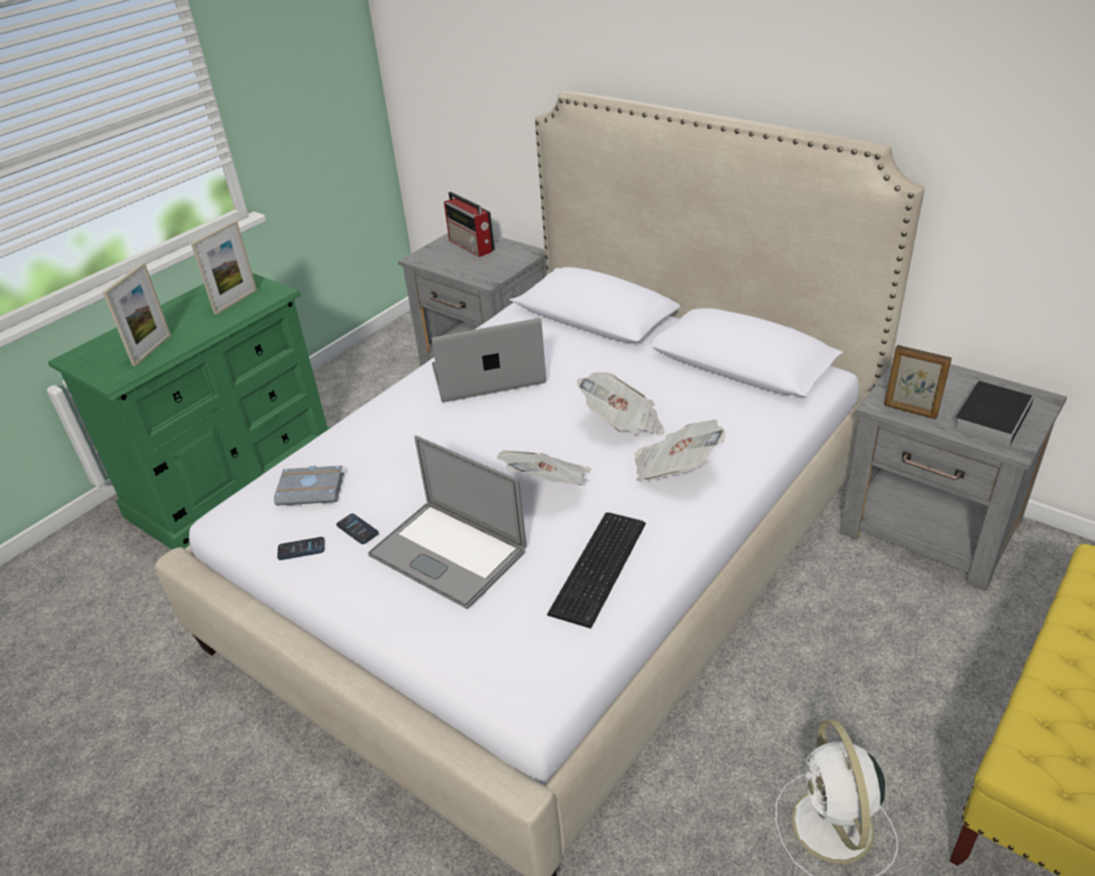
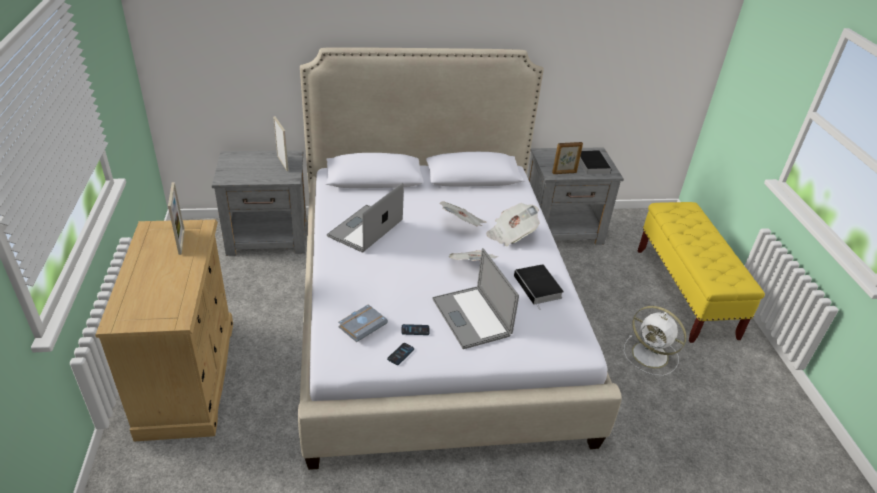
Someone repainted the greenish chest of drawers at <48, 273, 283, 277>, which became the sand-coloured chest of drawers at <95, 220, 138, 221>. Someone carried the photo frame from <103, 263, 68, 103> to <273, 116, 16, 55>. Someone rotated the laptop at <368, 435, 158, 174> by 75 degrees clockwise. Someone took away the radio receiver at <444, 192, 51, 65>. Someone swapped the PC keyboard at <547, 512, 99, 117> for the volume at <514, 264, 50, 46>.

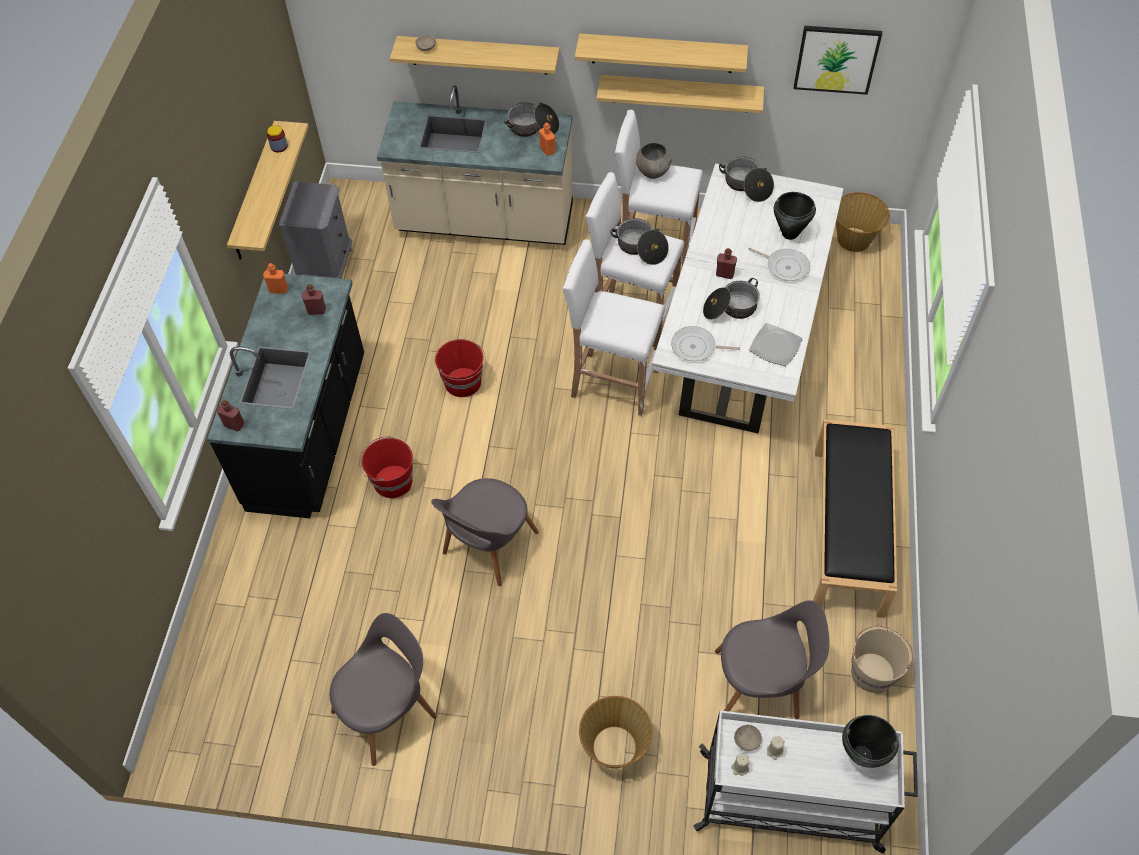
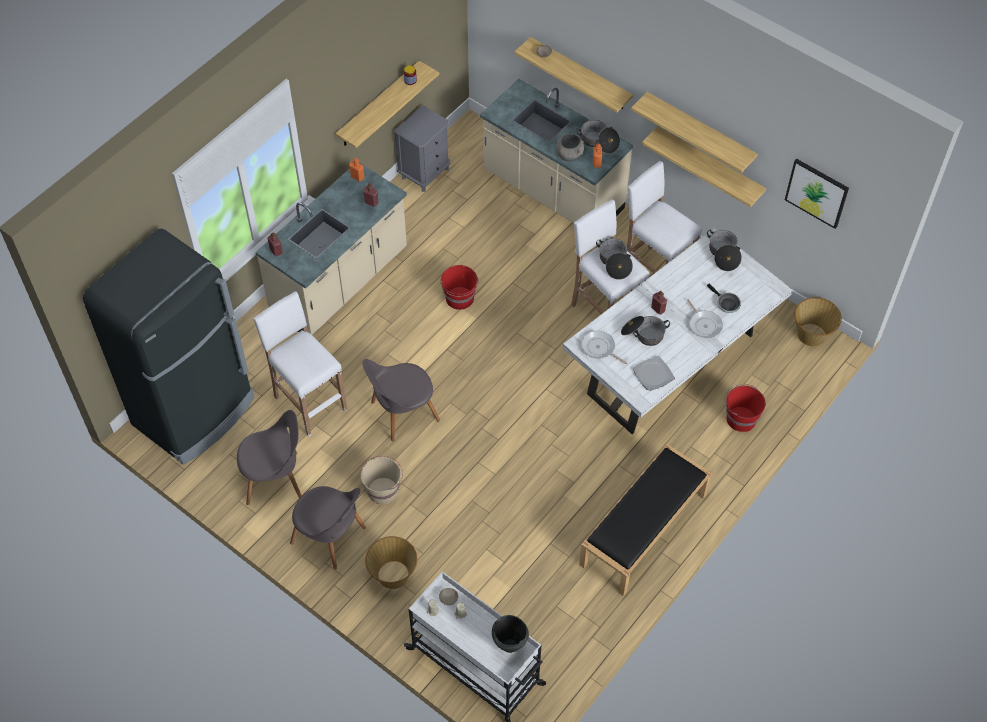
Someone repainted the blackish kitchen base unit at <207, 274, 157, 244>, which became the sand-coloured kitchen base unit at <256, 162, 151, 173>. Someone carried the reddish bucket from <359, 437, 54, 61> to <724, 384, 42, 48>. Someone carried the whitish stool seat from <563, 239, 102, 178> to <253, 291, 94, 146>. Someone carried the gray serving bowl from <637, 142, 36, 37> to <556, 134, 28, 28>. Someone carried the gray plain chair from <715, 601, 114, 118> to <290, 486, 76, 84>. Someone swapped the blackish cooking pot at <774, 192, 42, 48> for the skillet at <707, 284, 34, 29>. Someone carried the sand-coloured bucket from <851, 626, 62, 67> to <361, 456, 42, 48>. Someone put down the blackish kitchen fridge at <83, 229, 171, 236>.

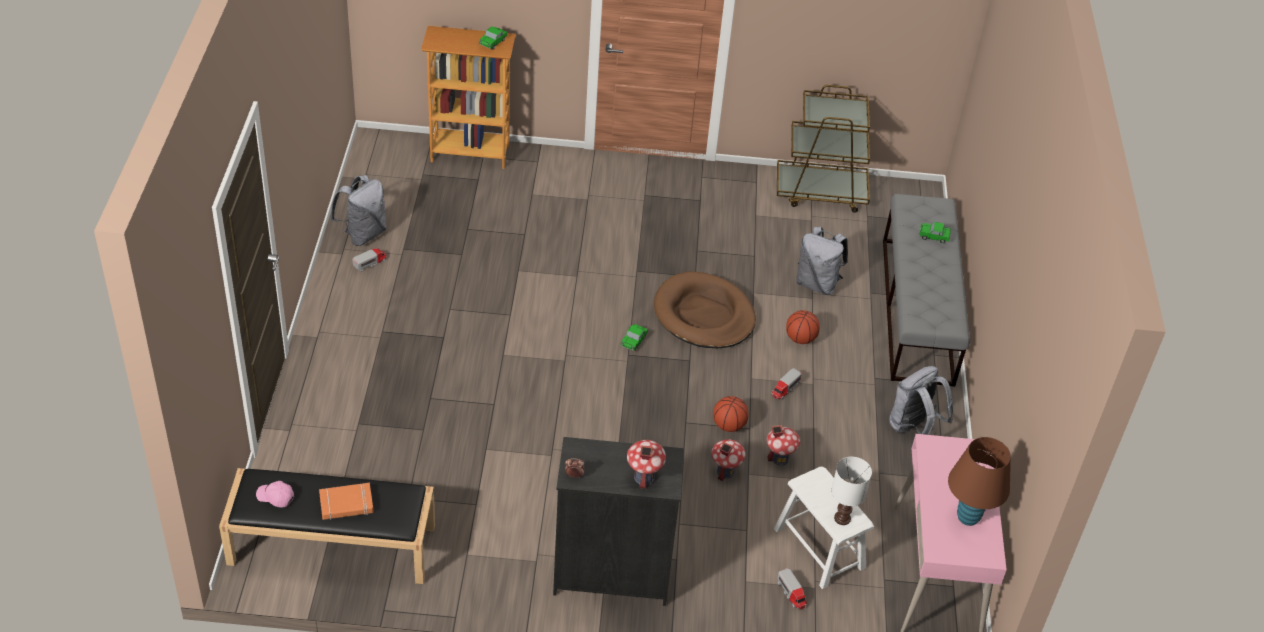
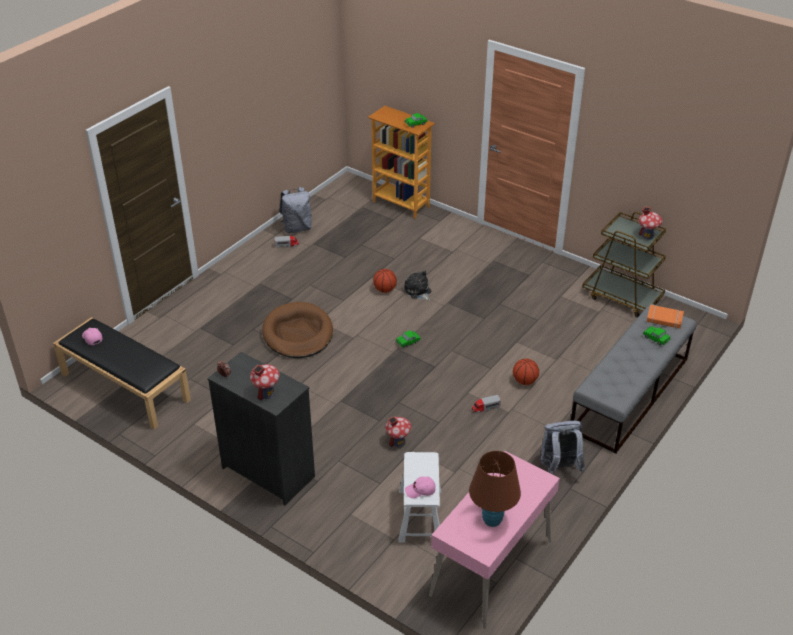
Someone carried the orangey volume from <319, 483, 55, 37> to <647, 305, 37, 24>. Someone carried the brown pet bed from <654, 272, 102, 76> to <262, 302, 71, 56>. Someone carried the basketball ball from <713, 396, 36, 36> to <373, 269, 24, 24>. Someone carried the miniature house from <767, 425, 33, 41> to <639, 207, 24, 33>. Someone took away the model truck at <777, 568, 30, 42>. Someone took away the gray knapsack at <796, 227, 52, 68>. Someone swapped the whitish tabletop lamp at <831, 457, 41, 68> for the pink-coloured baseball cap at <405, 476, 31, 23>. Someone put down the cuddly toy at <404, 270, 27, 31>.

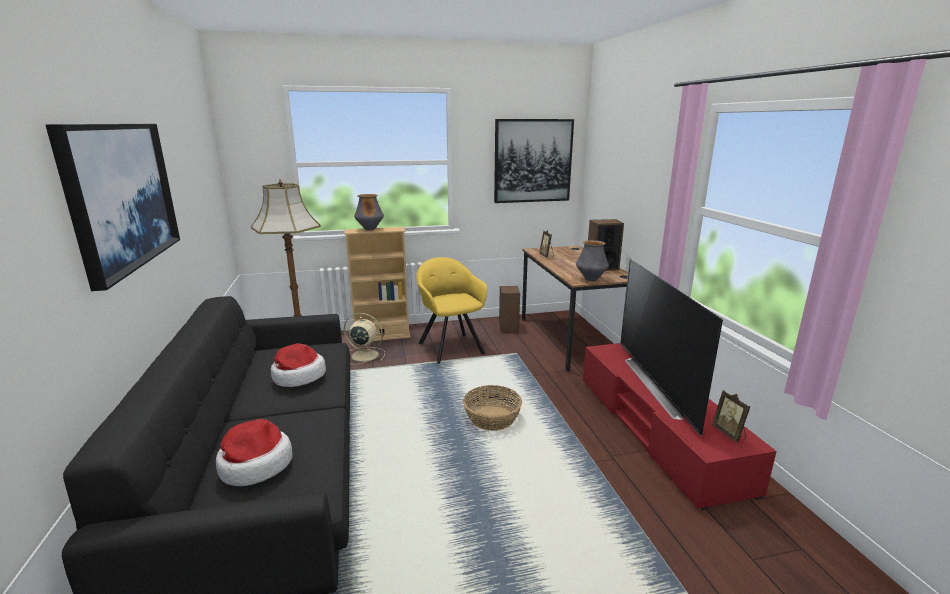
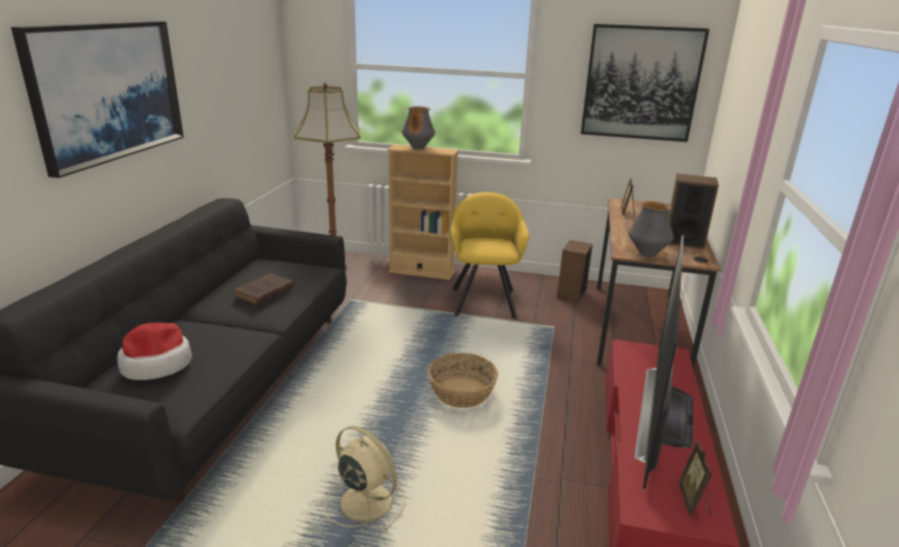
Someone swapped the hat at <271, 343, 55, 44> for the brown volume at <233, 273, 61, 32>. Someone carried the sand-coloured electric fan from <344, 313, 41, 51> to <324, 426, 82, 105>.

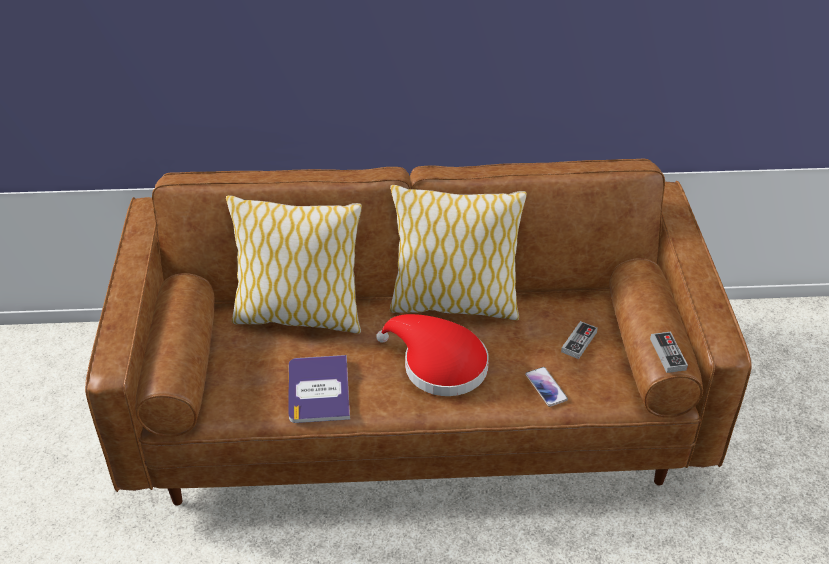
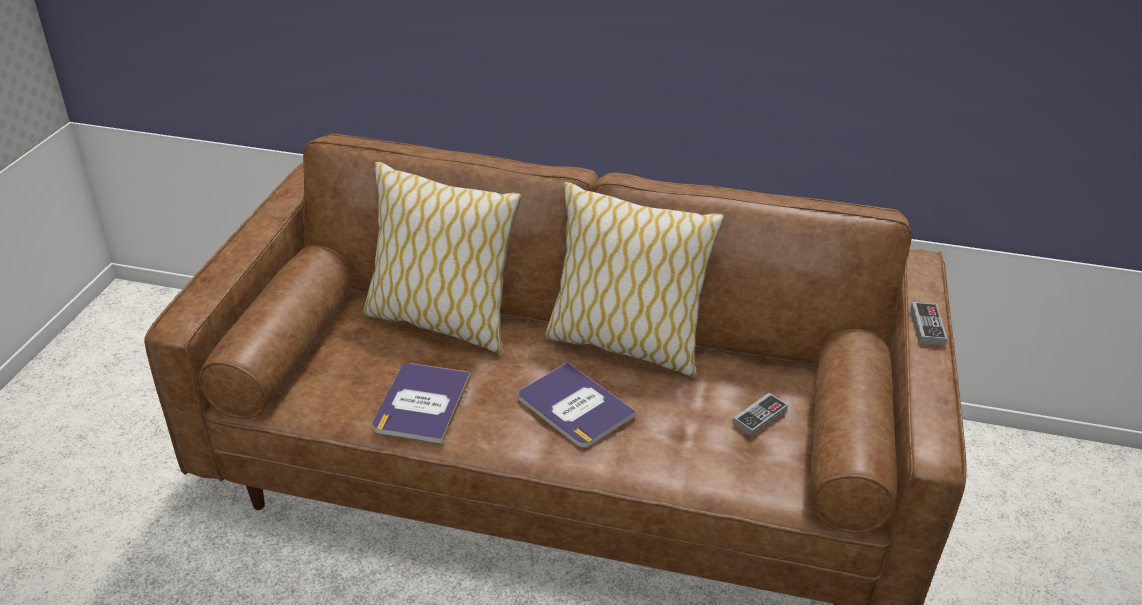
Someone swapped the reddish hat at <376, 314, 113, 82> for the volume at <519, 362, 117, 86>. Someone took away the handset at <525, 367, 43, 40>. Someone carried the gamepad from <650, 332, 38, 41> to <910, 302, 37, 43>.

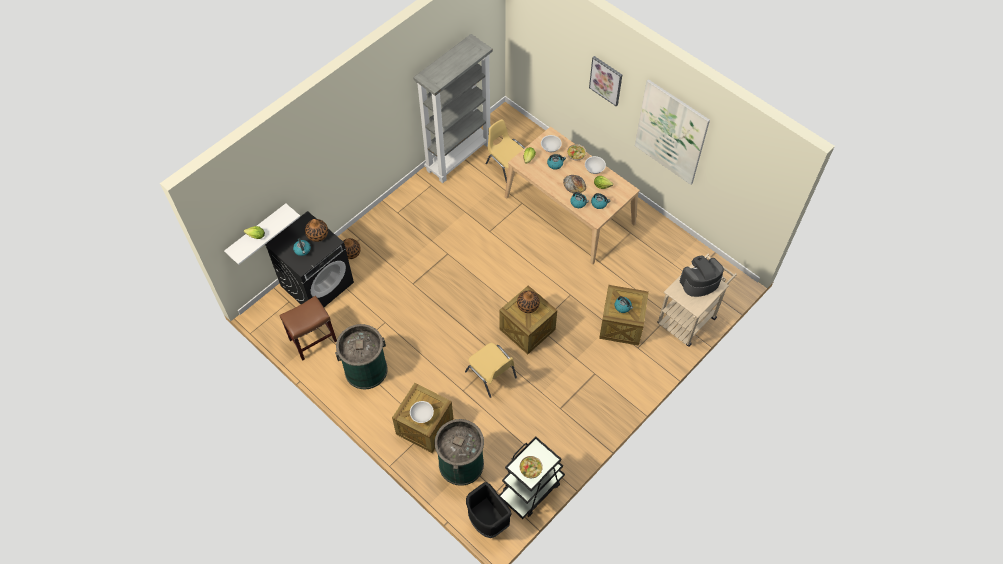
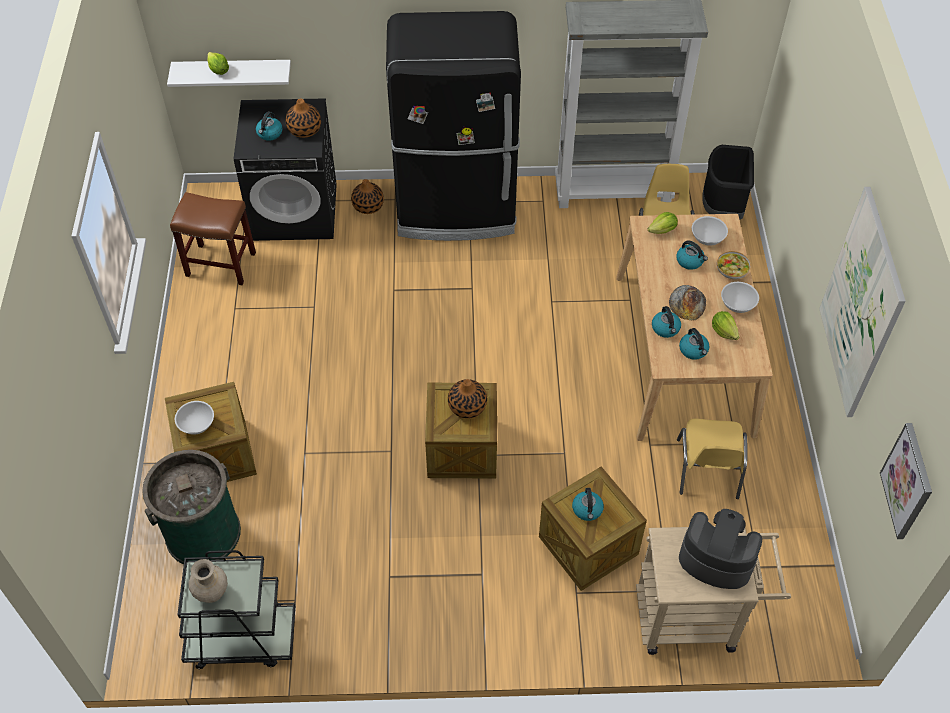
Someone took away the greenish waste bin at <335, 324, 53, 65>. Someone carried the yellow-coloured plain chair from <465, 343, 52, 55> to <677, 419, 70, 80>. Someone carried the blackish waste bin from <466, 482, 46, 56> to <702, 145, 52, 75>. Someone swapped the serving bowl at <520, 456, 23, 22> for the sand-coloured decorative vase at <188, 559, 40, 44>. Someone carried the picture from <589, 56, 33, 50> to <880, 423, 52, 116>. Someone put down the blackish kitchen fridge at <386, 11, 135, 230>.

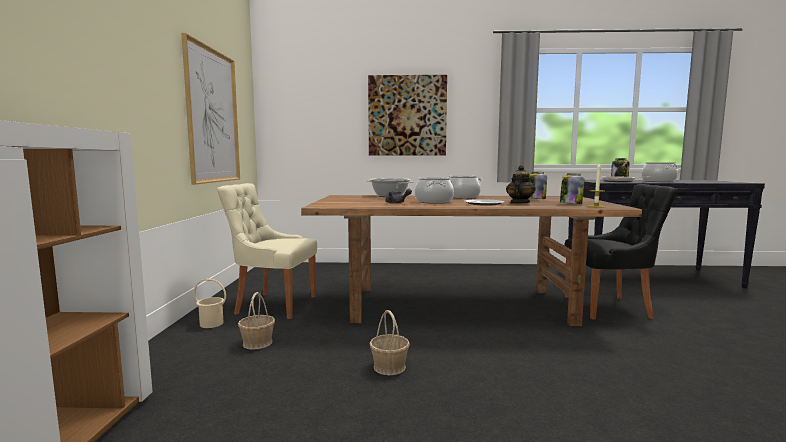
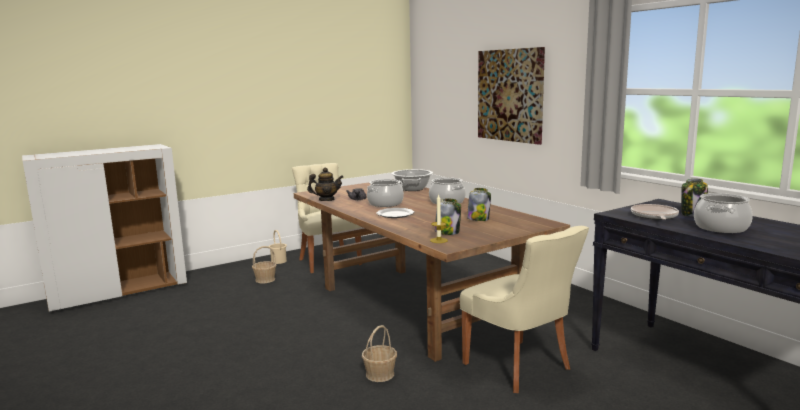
Someone took away the picture at <182, 33, 58, 151>. Someone carried the basket from <369, 310, 41, 65> to <362, 325, 35, 57>. Someone carried the pot for tea from <506, 165, 30, 39> to <307, 167, 36, 34>. Someone repainted the blackish plain chair at <564, 184, 114, 135>, which became the sand-coloured plain chair at <460, 226, 129, 167>.

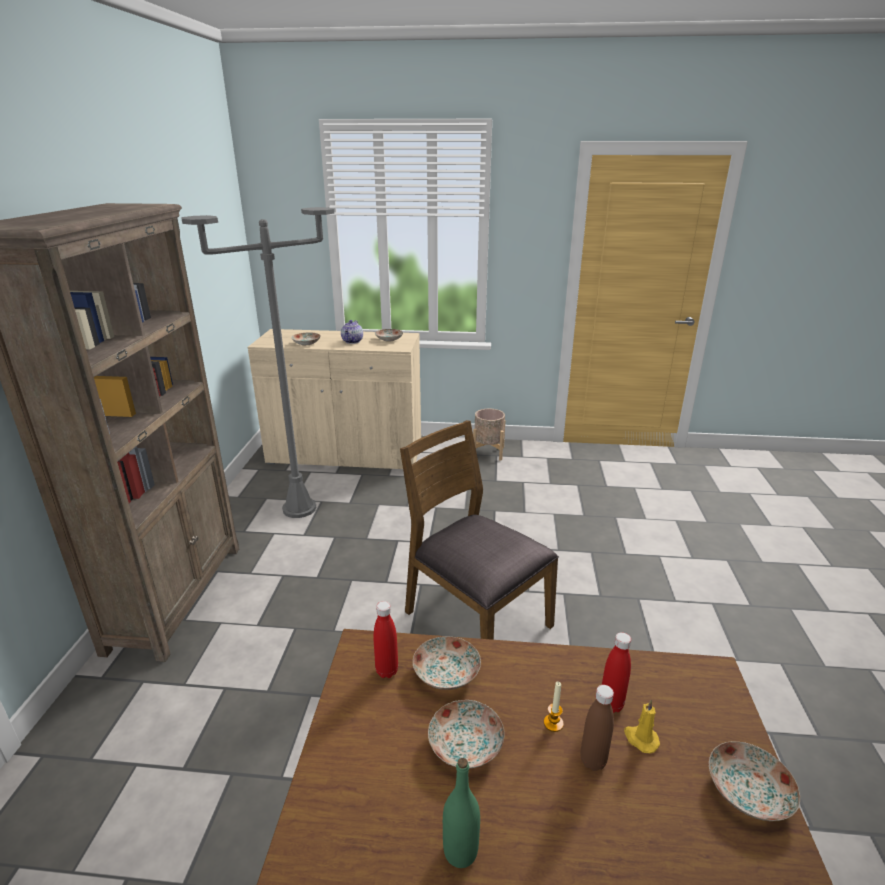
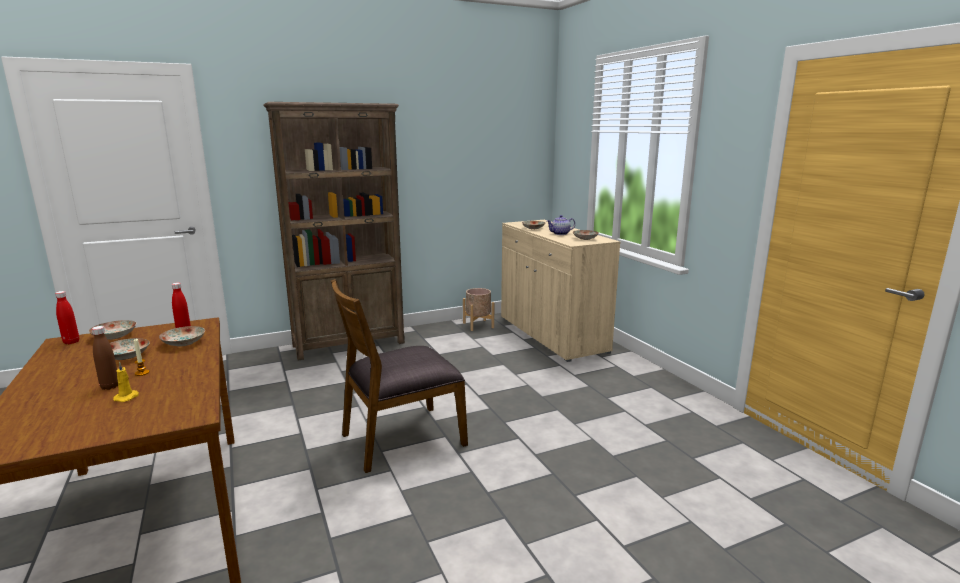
Someone took away the gray floor lamp at <181, 207, 153, 311>. Someone rotated the brown plain chair at <400, 420, 159, 220> by 135 degrees counterclockwise. Someone took away the greenish bottle at <443, 758, 37, 110>. Someone carried the sand-coloured planter from <473, 409, 32, 52> to <463, 288, 31, 43>. Someone carried the reddish bottle from <602, 632, 29, 81> to <55, 291, 24, 53>. Someone carried the flat dish from <709, 742, 91, 79> to <89, 320, 47, 20>.

